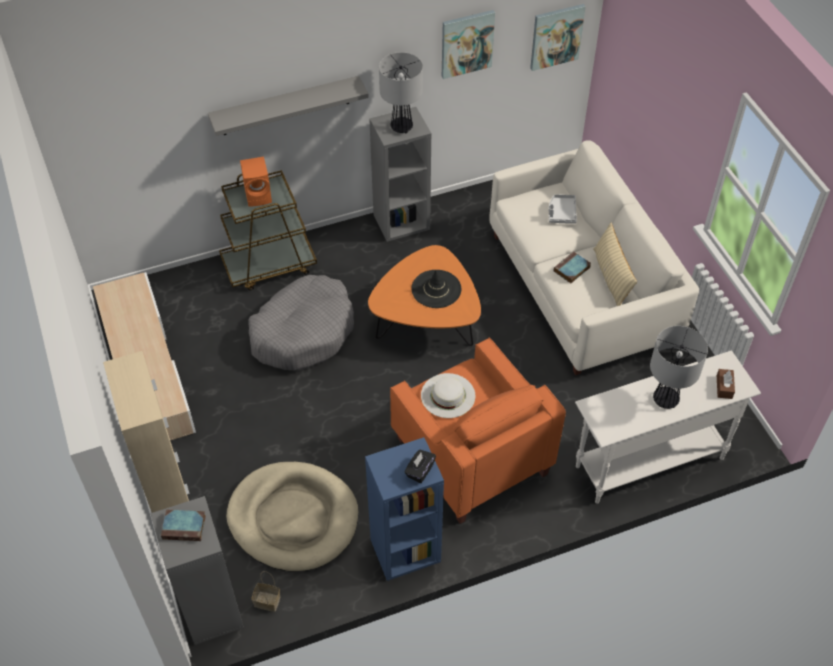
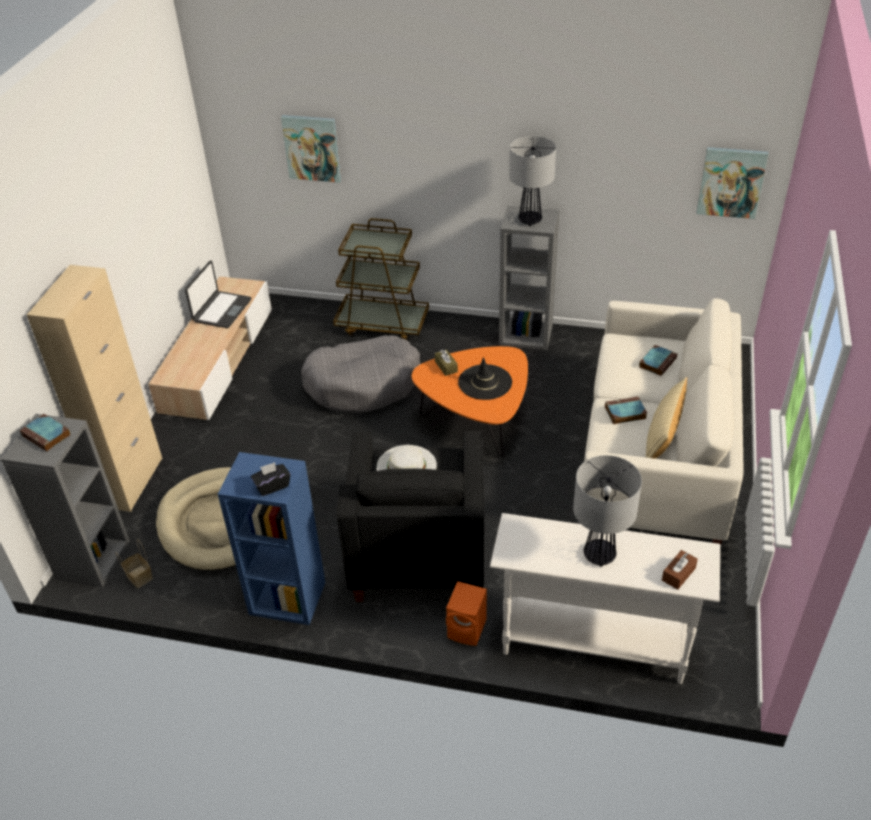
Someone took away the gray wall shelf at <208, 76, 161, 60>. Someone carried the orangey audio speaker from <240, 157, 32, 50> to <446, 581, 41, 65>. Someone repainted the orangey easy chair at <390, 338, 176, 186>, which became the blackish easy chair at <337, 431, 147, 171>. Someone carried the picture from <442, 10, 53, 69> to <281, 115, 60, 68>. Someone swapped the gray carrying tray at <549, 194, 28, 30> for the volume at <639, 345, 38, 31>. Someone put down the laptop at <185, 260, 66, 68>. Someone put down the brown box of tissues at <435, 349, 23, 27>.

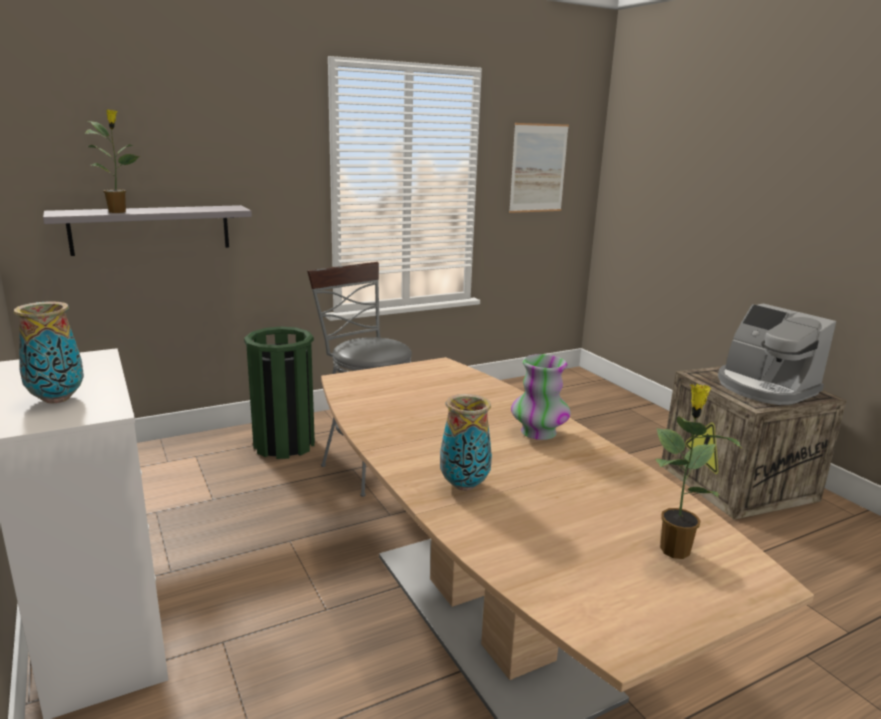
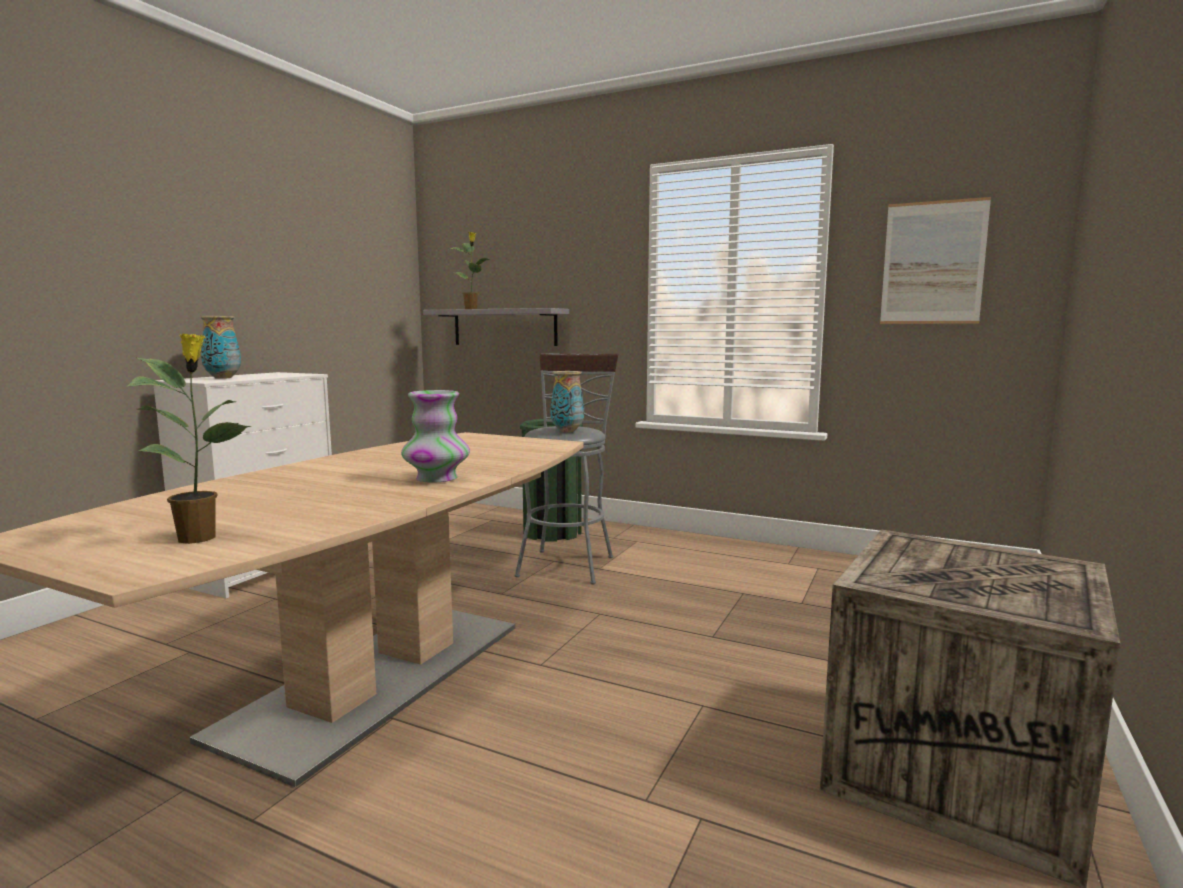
Someone carried the decorative vase from <440, 394, 52, 97> to <550, 371, 34, 61>. Someone took away the coffee machine at <718, 304, 118, 101>.

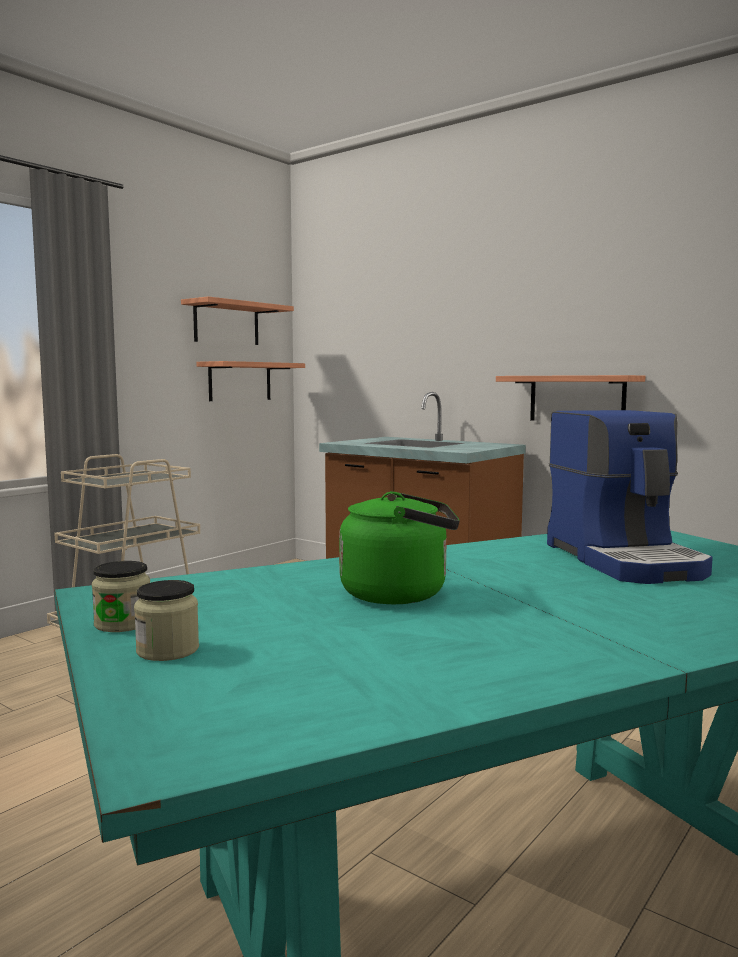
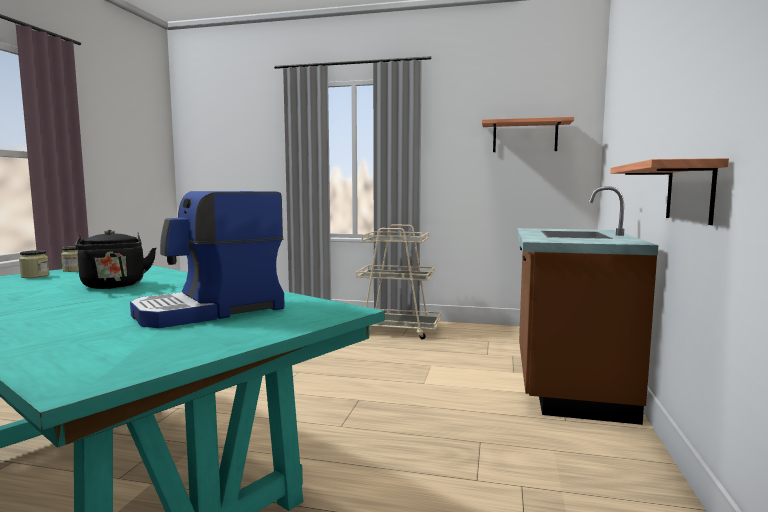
Someone took away the wall shelf at <196, 361, 109, 40>. Someone repainted the greenish water kettle at <339, 491, 121, 113>, which became the blackish water kettle at <75, 230, 81, 59>.

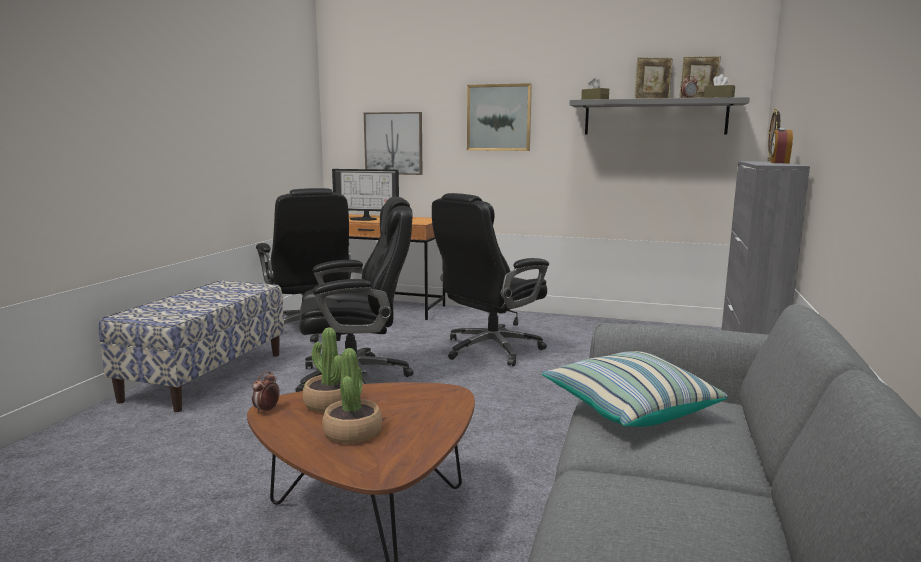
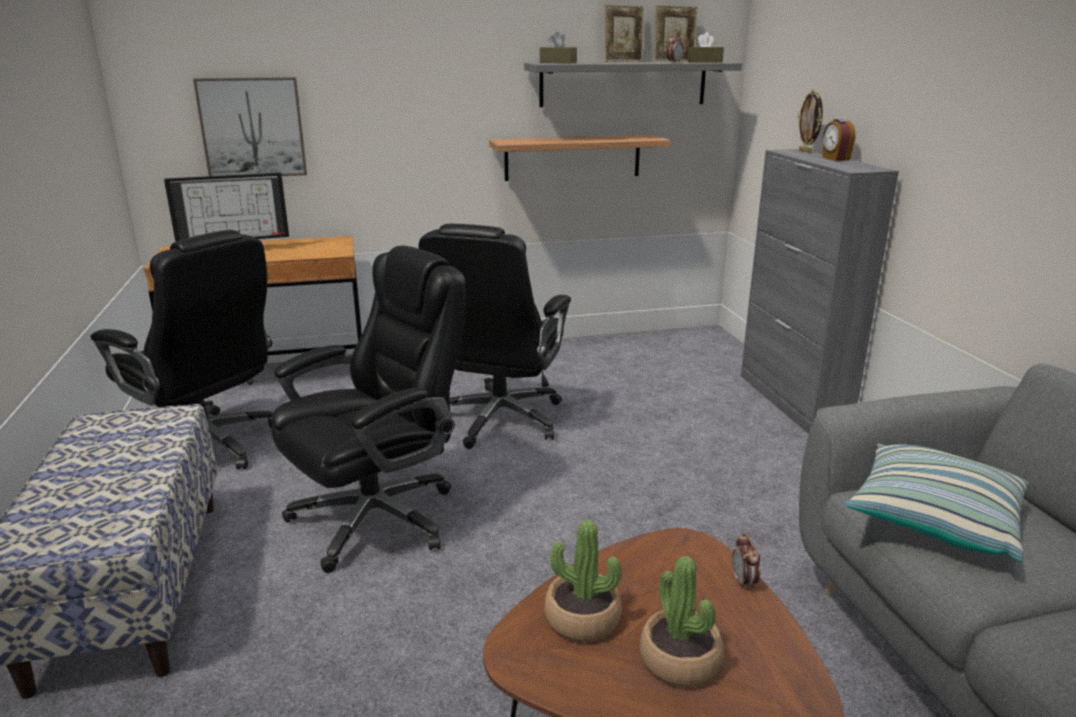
Someone carried the bedside clock from <252, 371, 28, 42> to <731, 533, 29, 57>. Someone took away the picture at <467, 83, 65, 68>. Someone put up the wall shelf at <489, 135, 181, 46>.

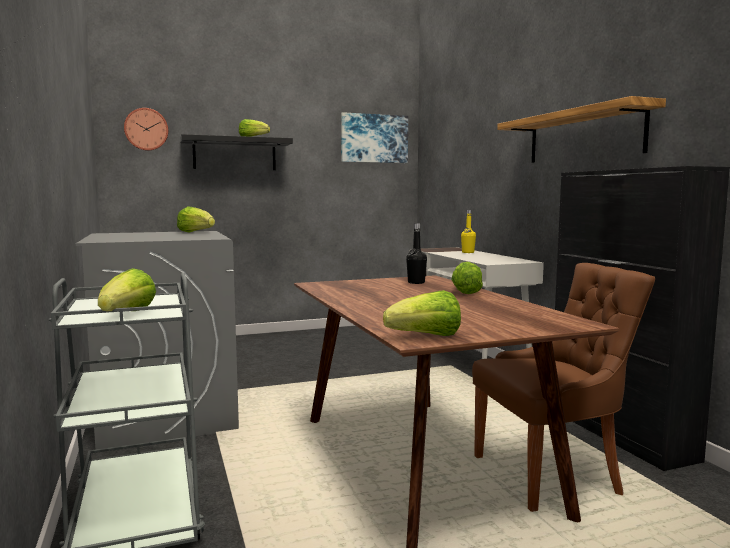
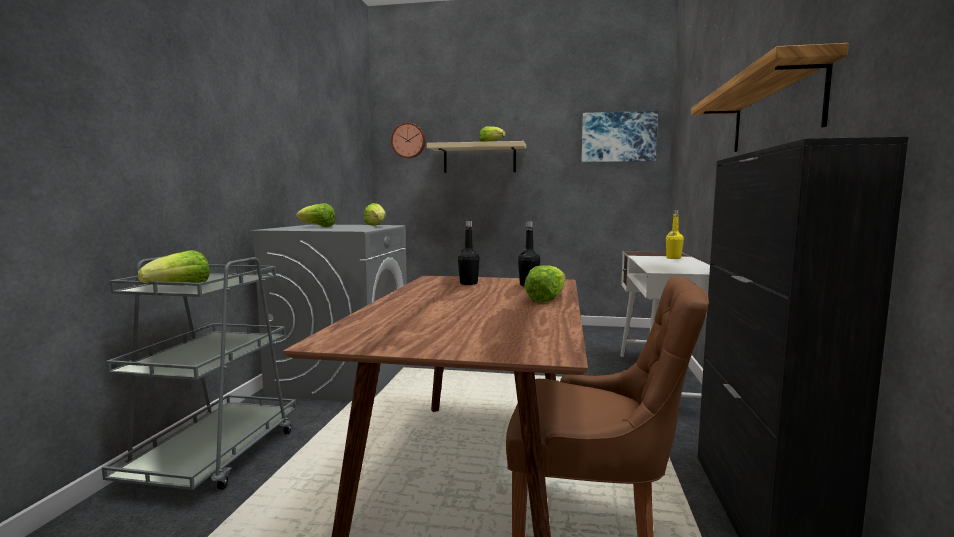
Someone repainted the blackish wall shelf at <180, 134, 113, 36>, which became the sand-coloured wall shelf at <427, 141, 99, 32>. Someone carried the lettuce from <383, 290, 78, 46> to <296, 203, 40, 24>. Someone put down the blackish bottle at <458, 221, 22, 64>.

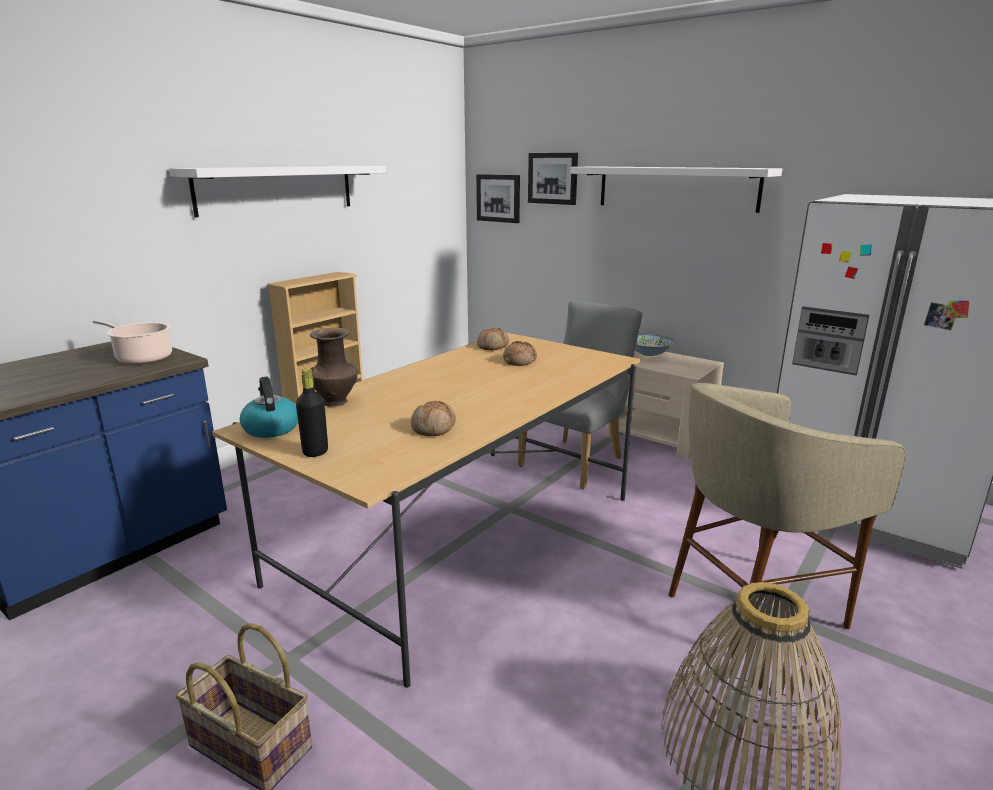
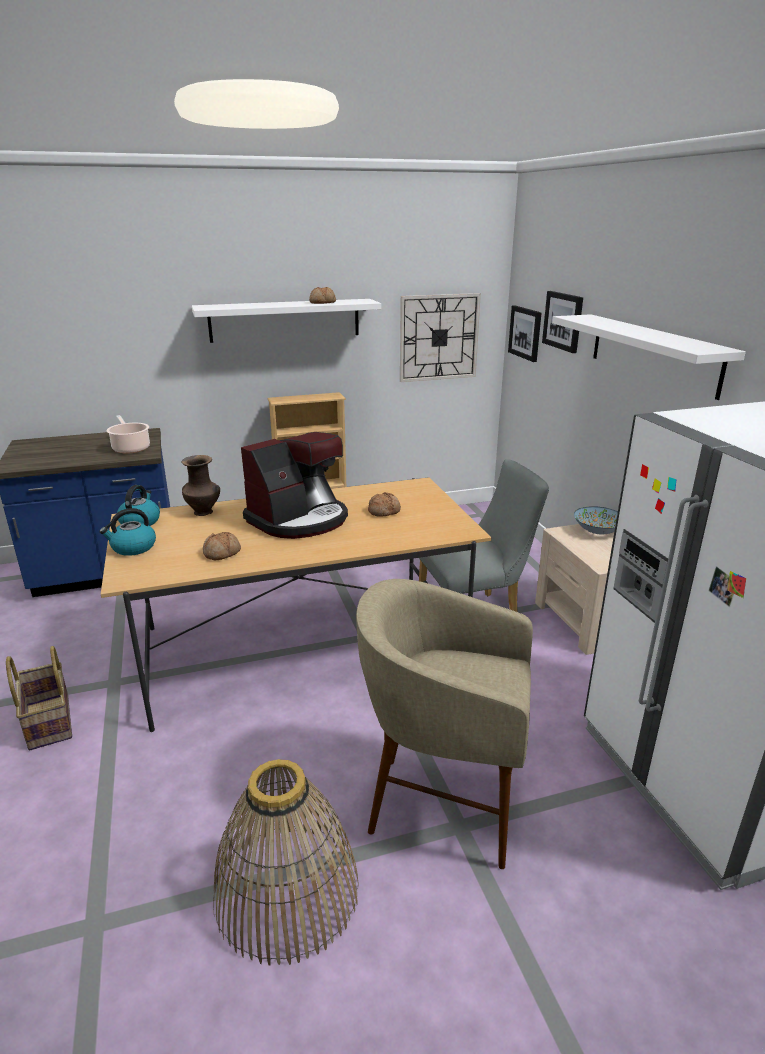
Someone swapped the blackish bottle at <296, 368, 32, 89> for the water kettle at <100, 508, 56, 48>. Someone carried the baked bread from <477, 328, 32, 22> to <309, 287, 27, 17>. Someone put down the coffee machine at <241, 432, 107, 107>. Someone put up the hanging clock at <400, 293, 81, 89>.

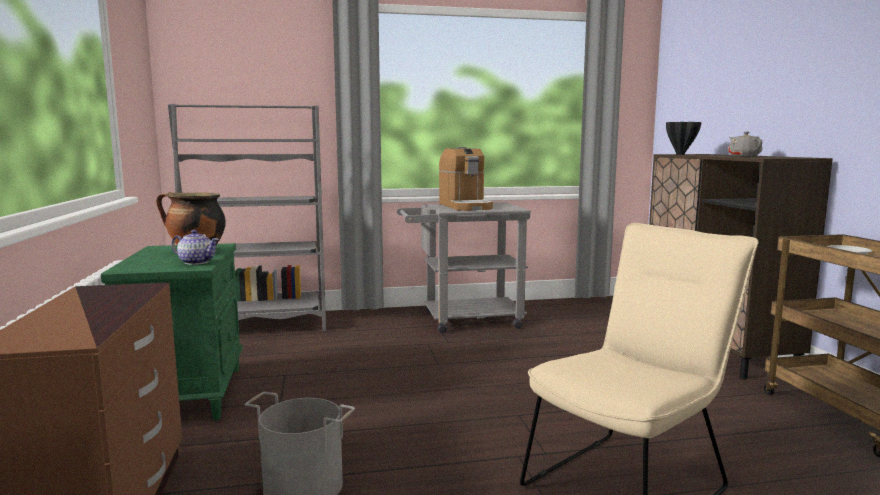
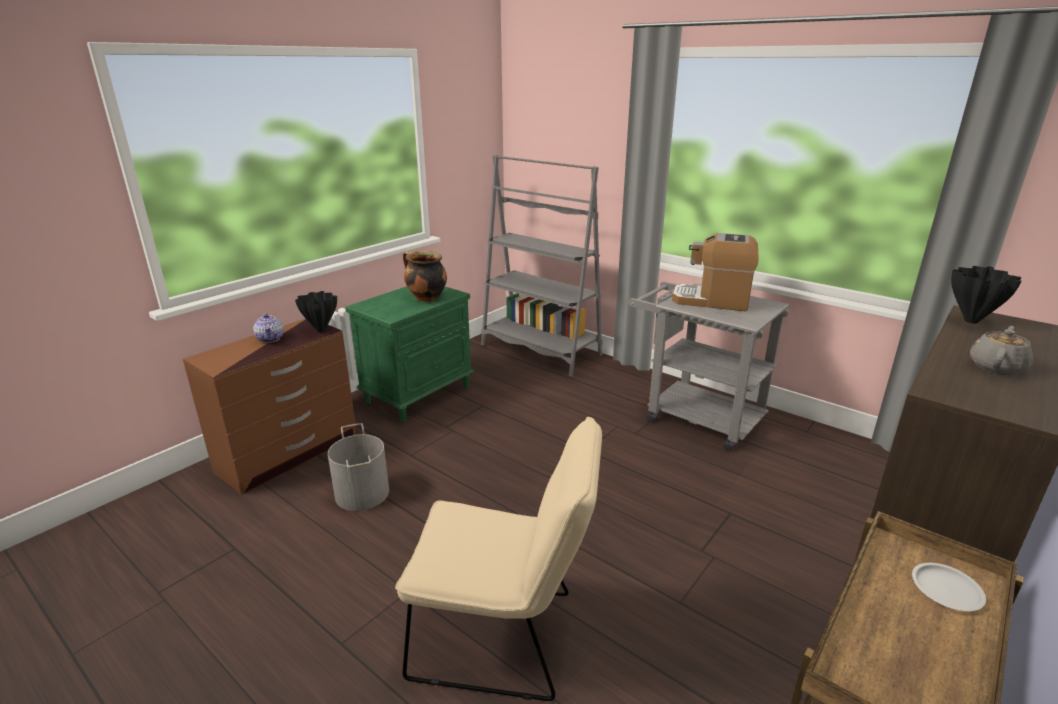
Someone carried the pot for tea from <171, 230, 48, 35> to <253, 313, 31, 30>. Someone rotated the coffee machine at <439, 147, 54, 64> by 75 degrees clockwise. Someone put down the blackish decorative vase at <295, 291, 42, 41>.

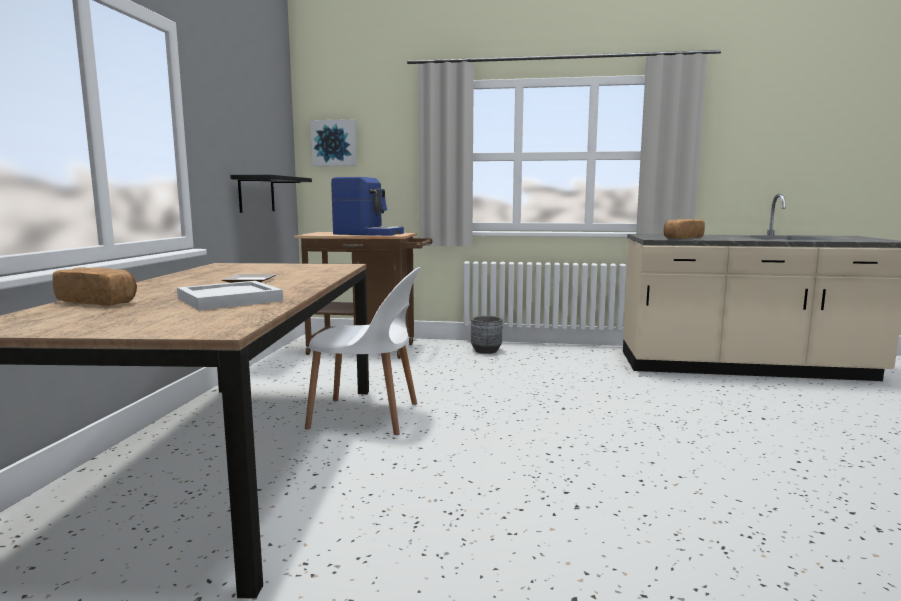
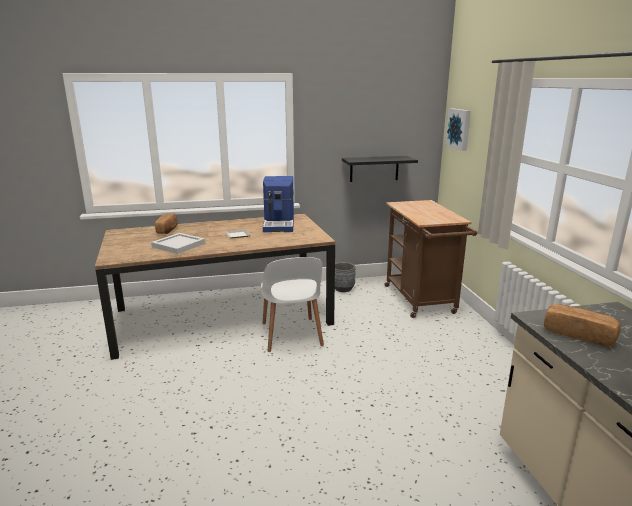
Someone carried the coffee machine from <331, 177, 73, 59> to <263, 176, 31, 56>. Someone carried the gray planter from <471, 316, 31, 38> to <335, 262, 21, 30>.

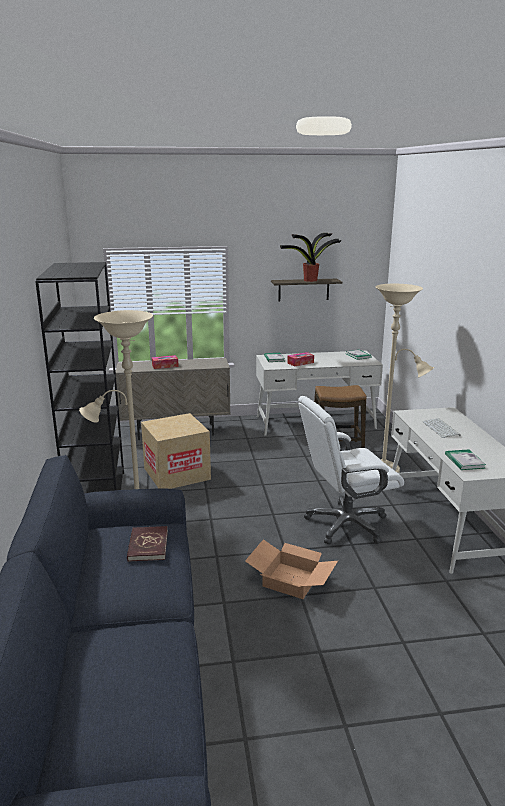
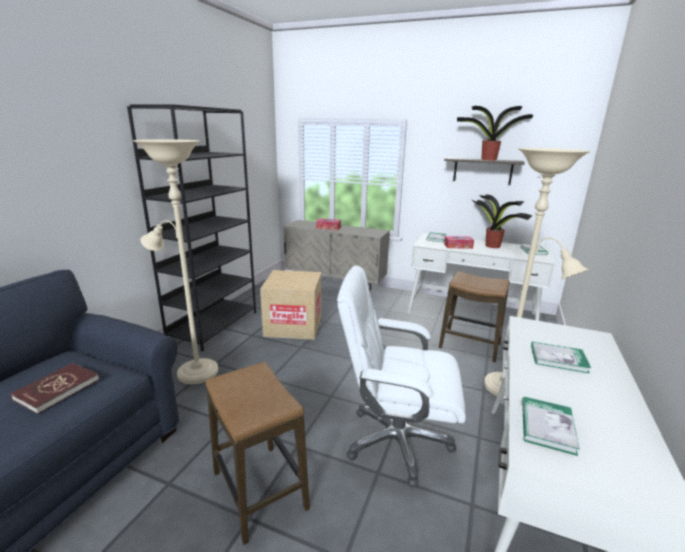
Someone swapped the packing box at <245, 539, 93, 60> for the stool seat at <206, 362, 104, 183>. Someone swapped the PC keyboard at <422, 418, 39, 20> for the volume at <531, 341, 60, 32>. Someone put down the houseplant at <471, 194, 62, 54>.

